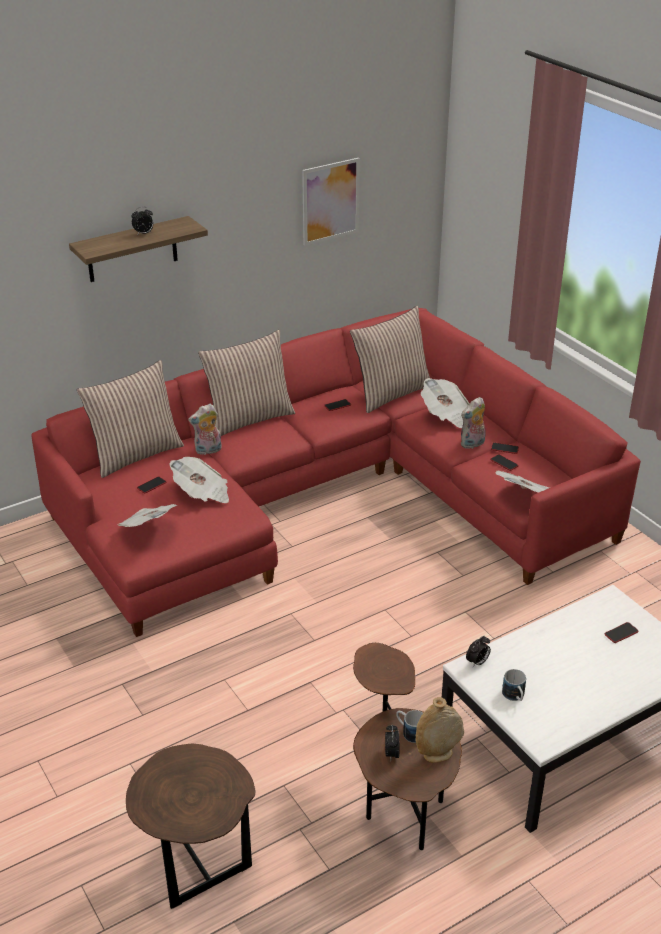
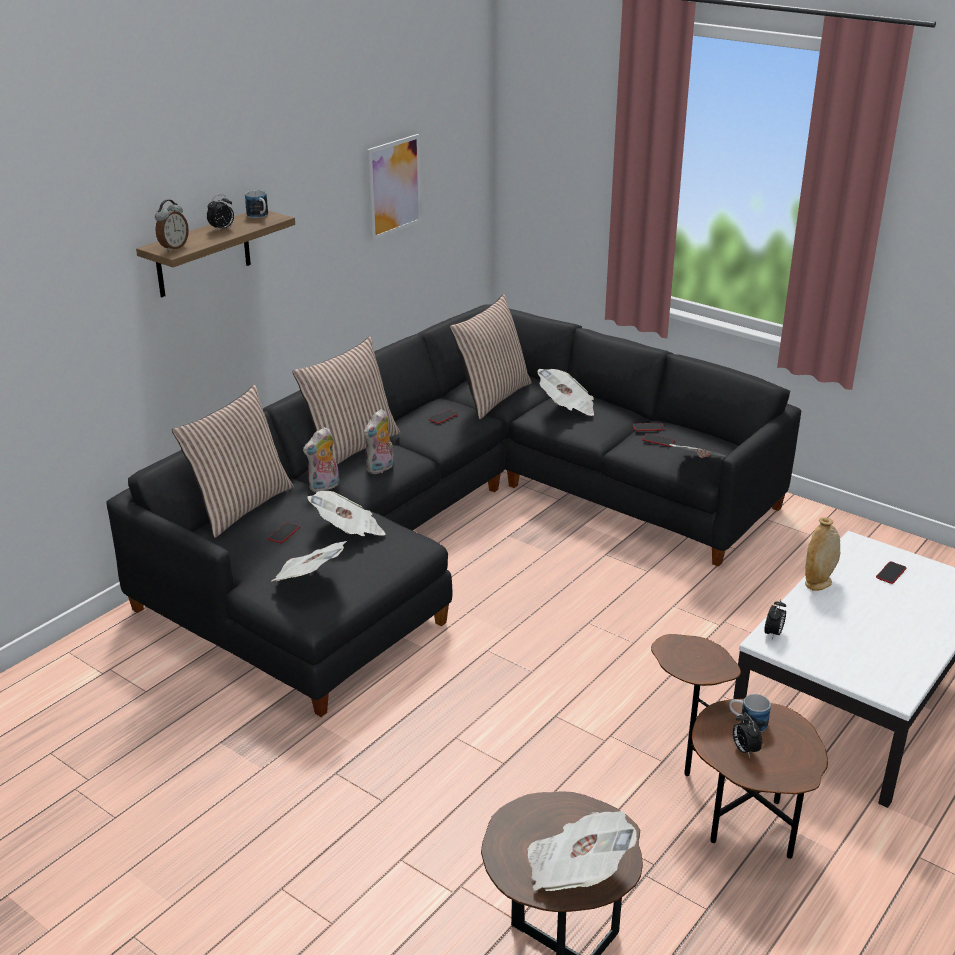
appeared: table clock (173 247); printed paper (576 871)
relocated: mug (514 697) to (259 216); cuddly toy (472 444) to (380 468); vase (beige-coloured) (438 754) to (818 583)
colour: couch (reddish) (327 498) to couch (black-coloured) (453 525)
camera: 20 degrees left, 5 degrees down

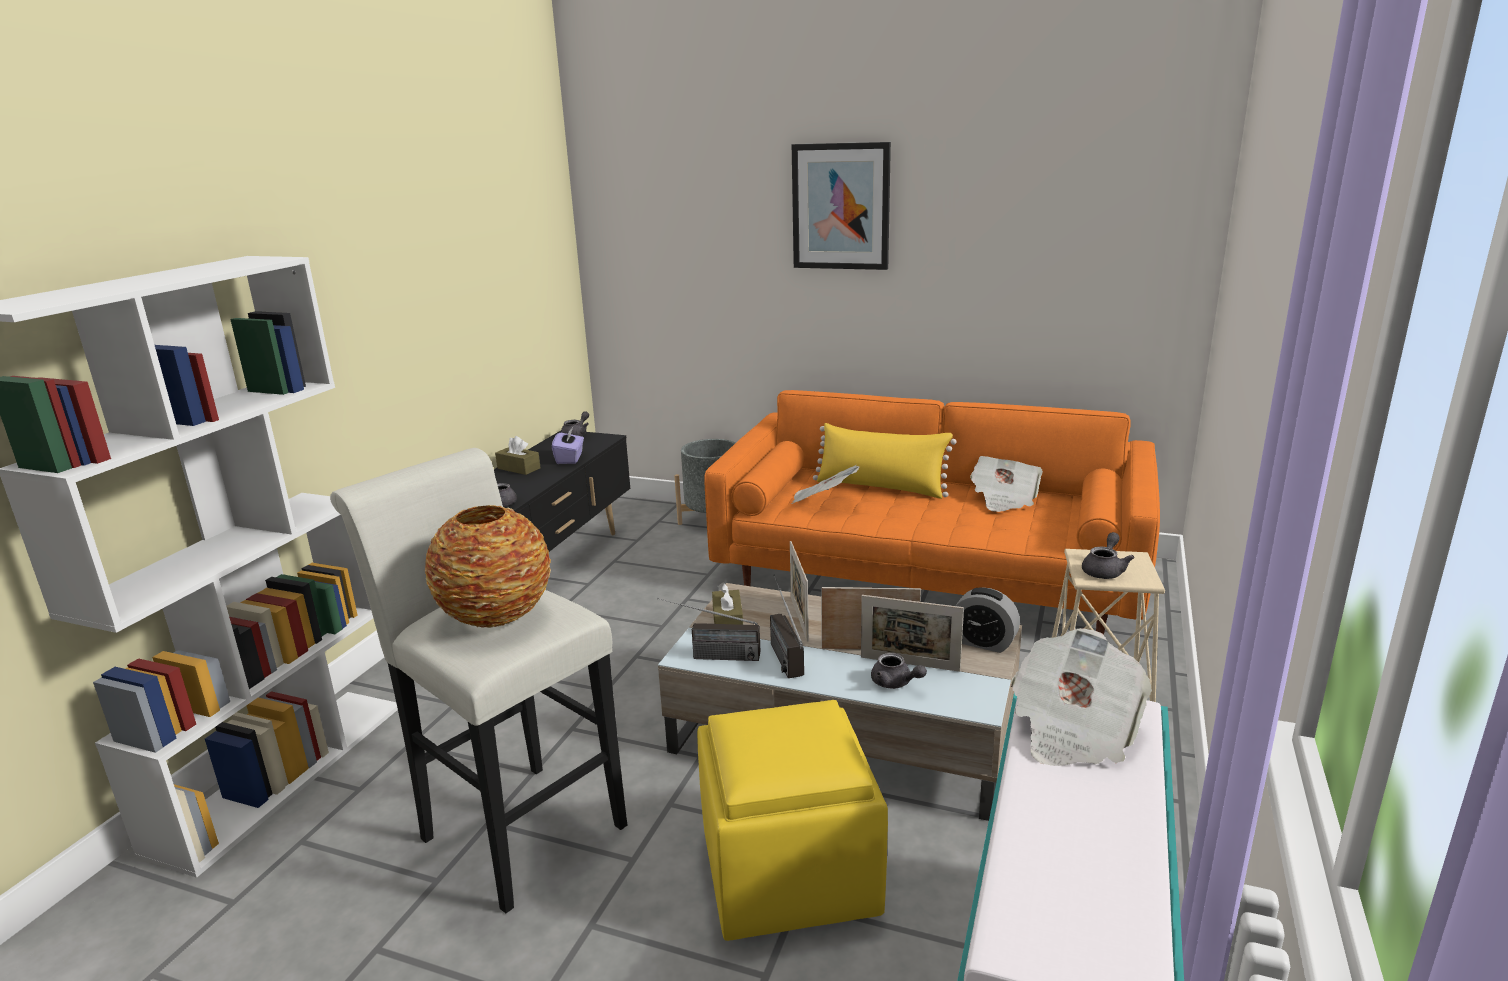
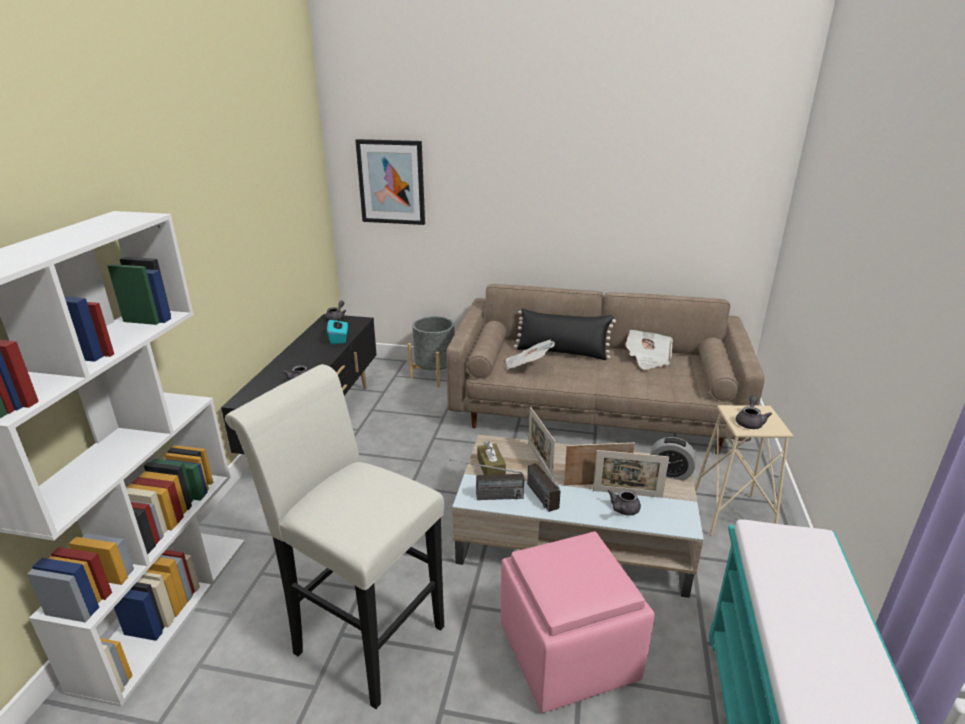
missing: vase (496 616); tissue holder (brown-coloured) (519 468); printed paper (1073 730)
relocated: wall picture (841 206) to (391 182)
colour: tissue holder (purplish) (570 458) to tissue holder (turquoise-coloured) (339 339); couch (orange-coloured) (928 574) to couch (beige-coloured) (594 409); footrest (yellow-coloured) (791 874) to footrest (pinkish) (569 653); pillow (yellow-coloured) (880 487) to pillow (black-coloured) (562 352)
spun: tea pot (greyish) (895 683) = (623 510) 90 degrees clockwise
camera: 10 degrees left, 5 degrees up

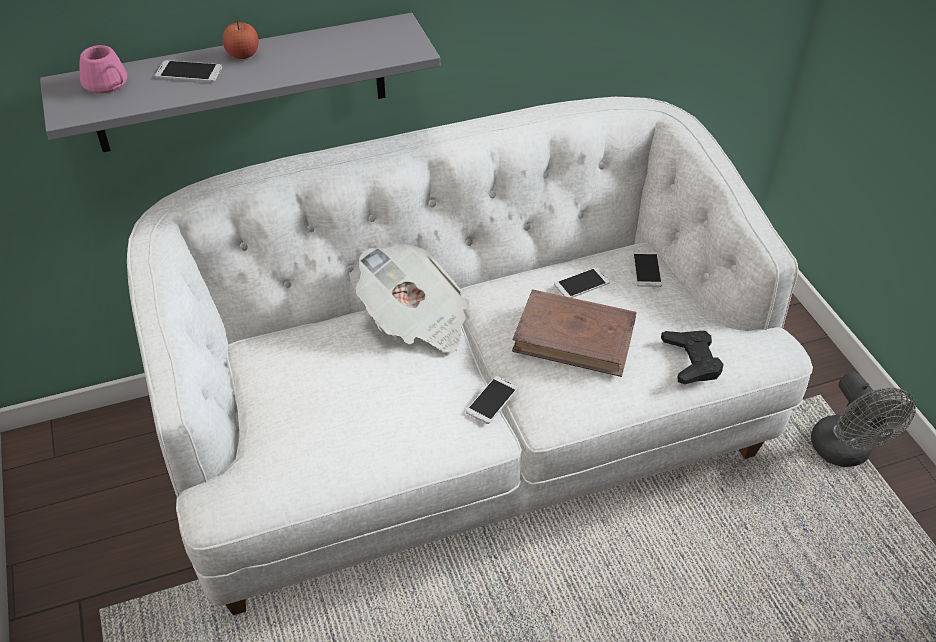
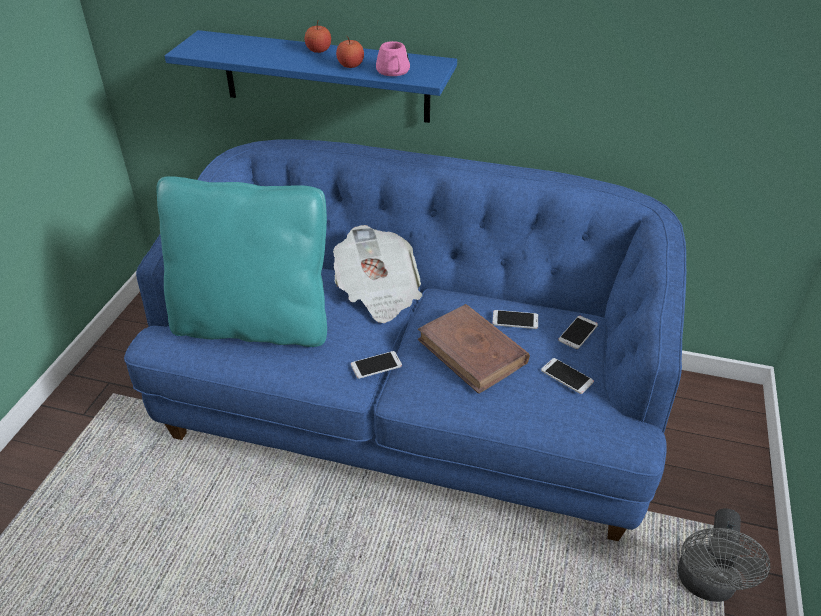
missing: gamepad (black-coloured) (691 360)
appeared: pillow (turquoise-coloured) (254 324); whole apple (350 65)
relocated: mug (pinkish) (109 85) to (394 72); handset (189 72) to (567 376)
colour: couch (white-coloured) (468 436) to couch (blue-coloured) (411 410); bracket shelf (greyish) (241 84) to bracket shelf (blue-coloured) (325 77)
camera: 35 degrees right, 5 degrees down

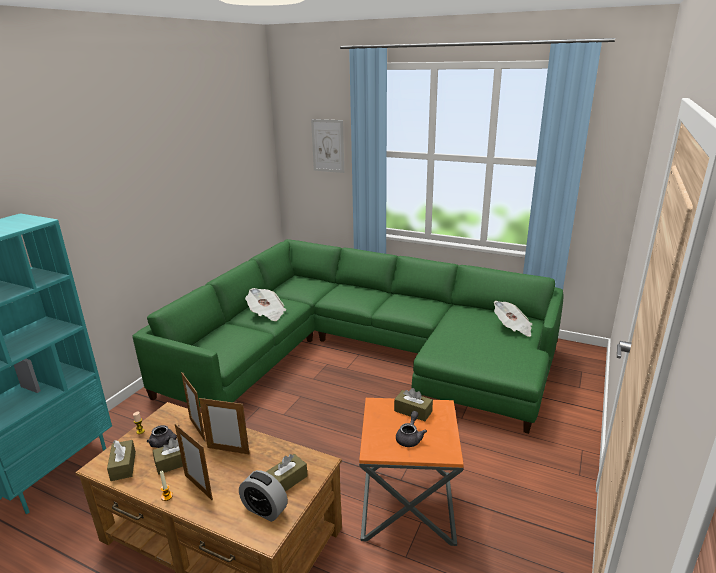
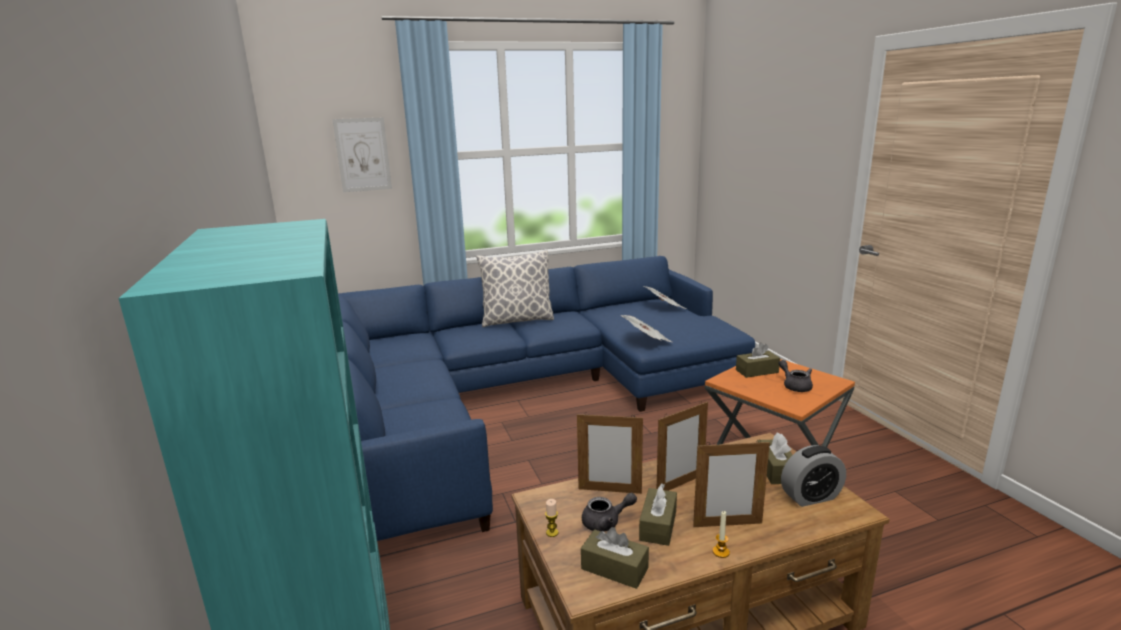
appeared: pillow (517 320)
relocated: printed paper (267 313) to (646 341)
colour: couch (green) (361 352) to couch (blue-coloured) (517 398)
camera: 45 degrees left, 5 degrees down

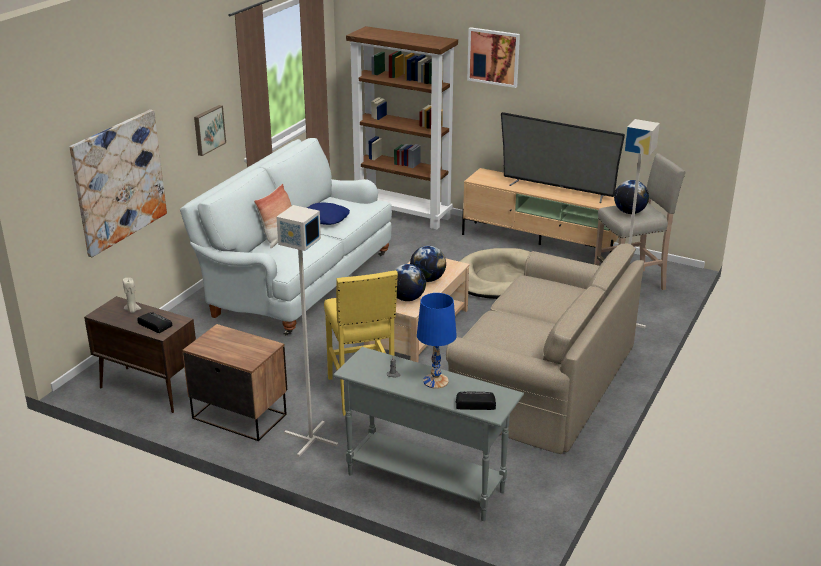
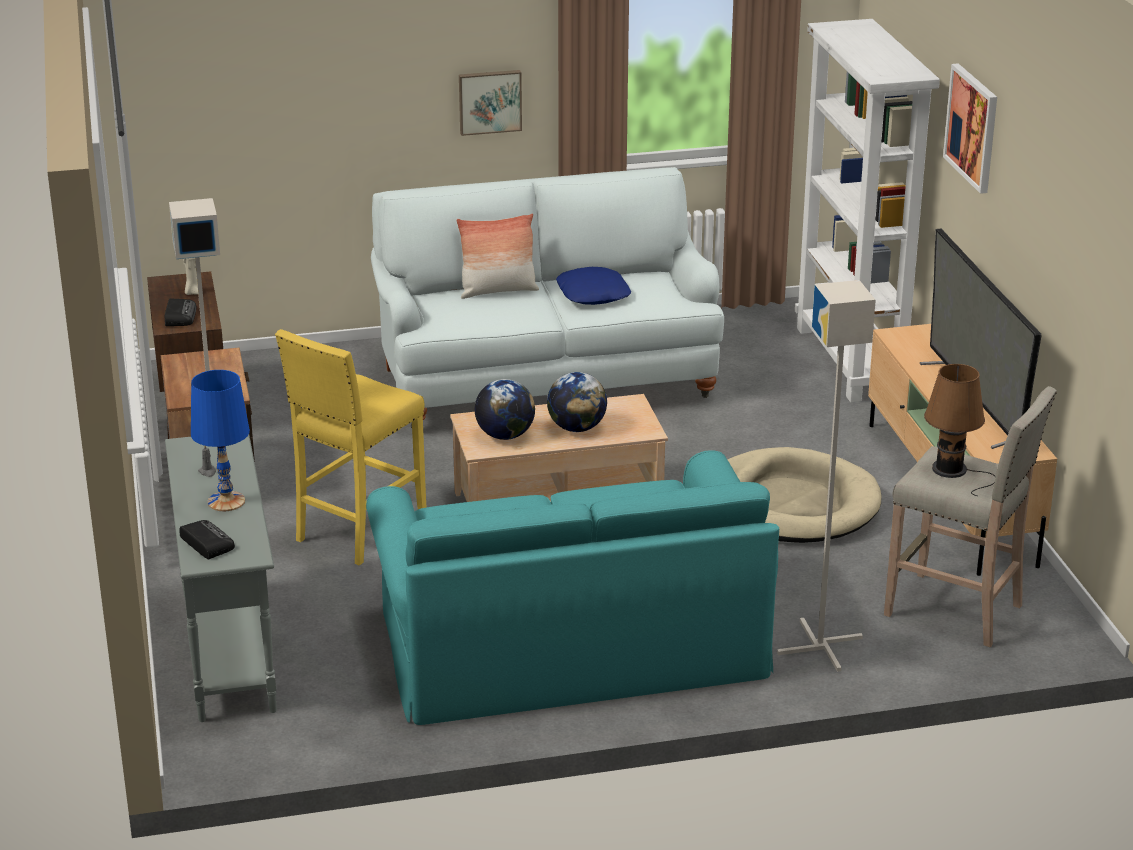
missing: wall picture (119 181)
exchanged: world globe (629 212) to tabletop lamp (brown-coloured) (953 471)
colour: couch (beige-coloured) (543 379) to couch (turquoise-coloured) (569 642); bookcase (brown-coloured) (403 214) to bookcase (white-coloured) (851 362)
camera: 50 degrees right, 0 degrees up

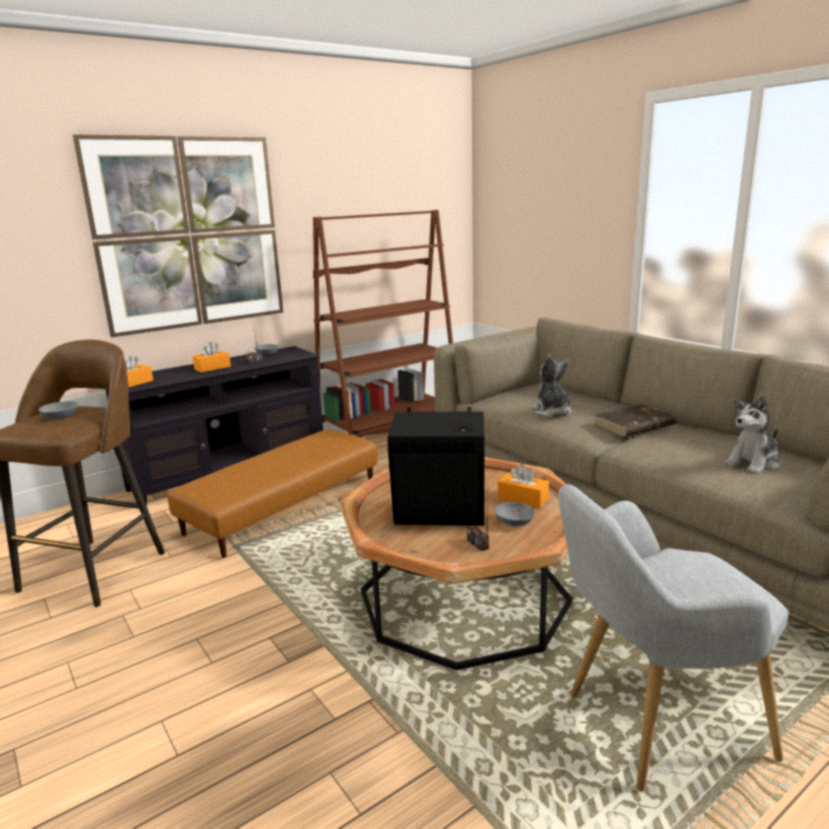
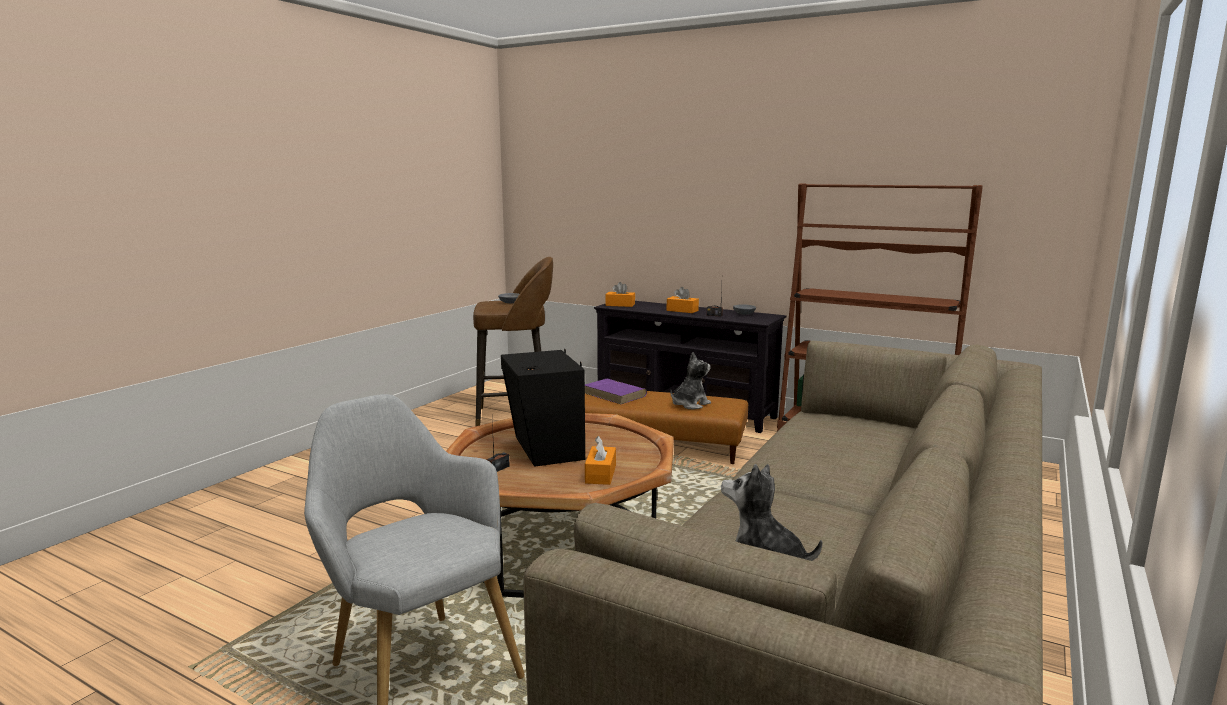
missing: wall picture (189 234); deep dish (greyish) (513 522); book (brown-coloured) (633 425)
appeared: book (purplish) (615 394)
relocated: cuddly toy (552 411) to (689 404)
camera: 65 degrees right, 5 degrees down

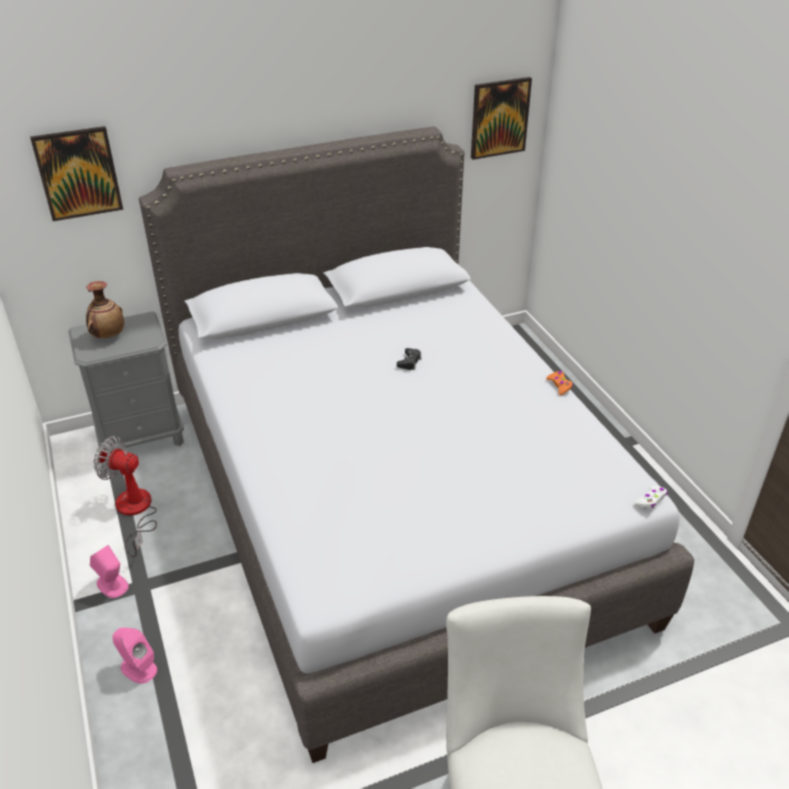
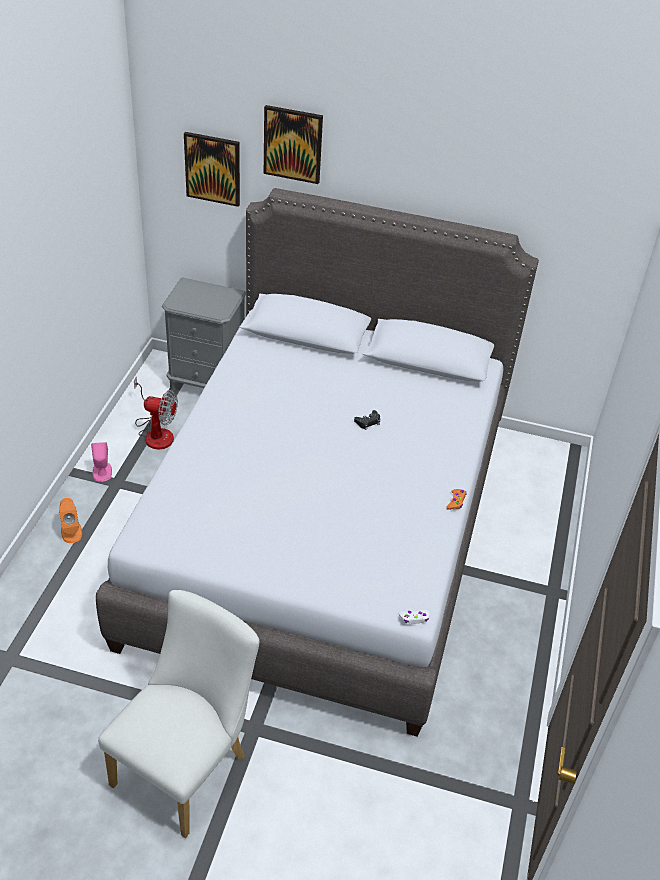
missing: vase (108 336)
relocated: wall picture (499 118) to (293 144)
colour: speaker (pinkish) (138 668) to speaker (orange-coloured) (71 531)
spun: fan (134 512) = (156 432) 135 degrees clockwise
camera: 35 degrees right, 5 degrees up

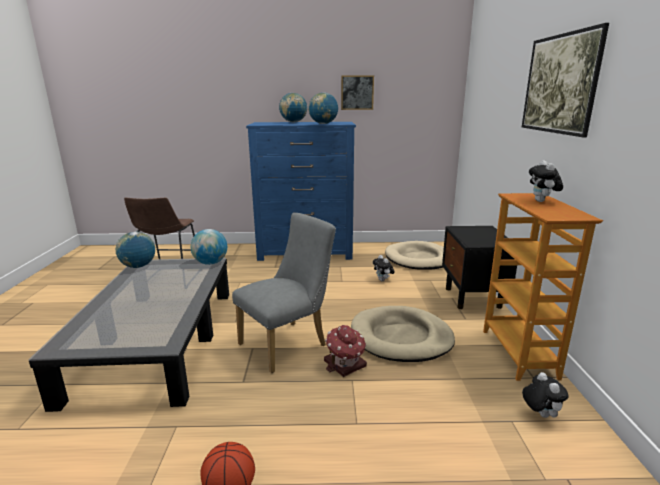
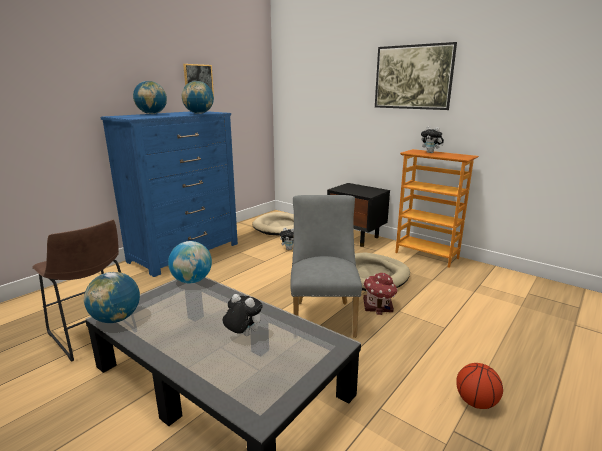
relocated: cuddly toy (539 414) to (243 335)
camera: 50 degrees left, 0 degrees up

